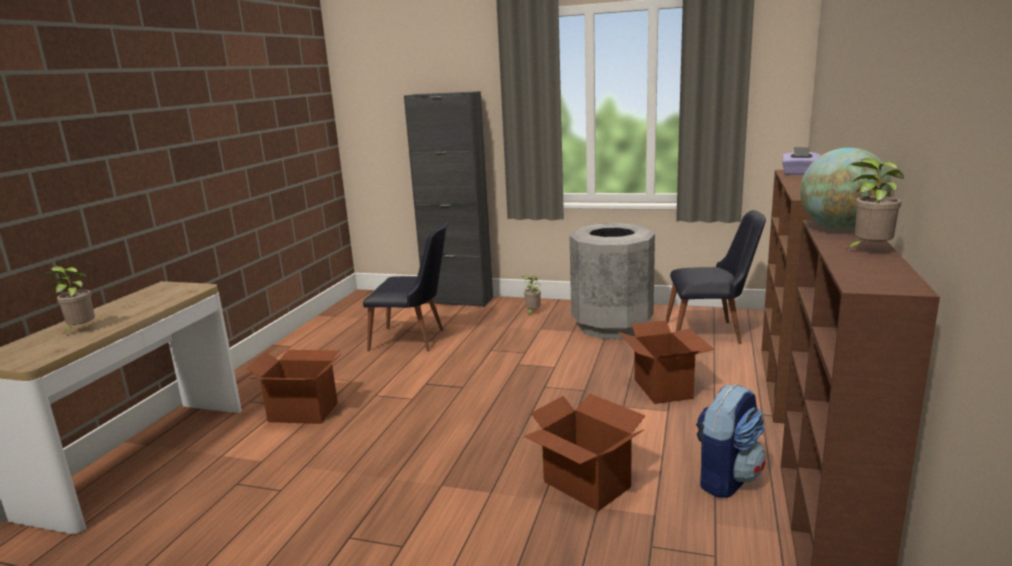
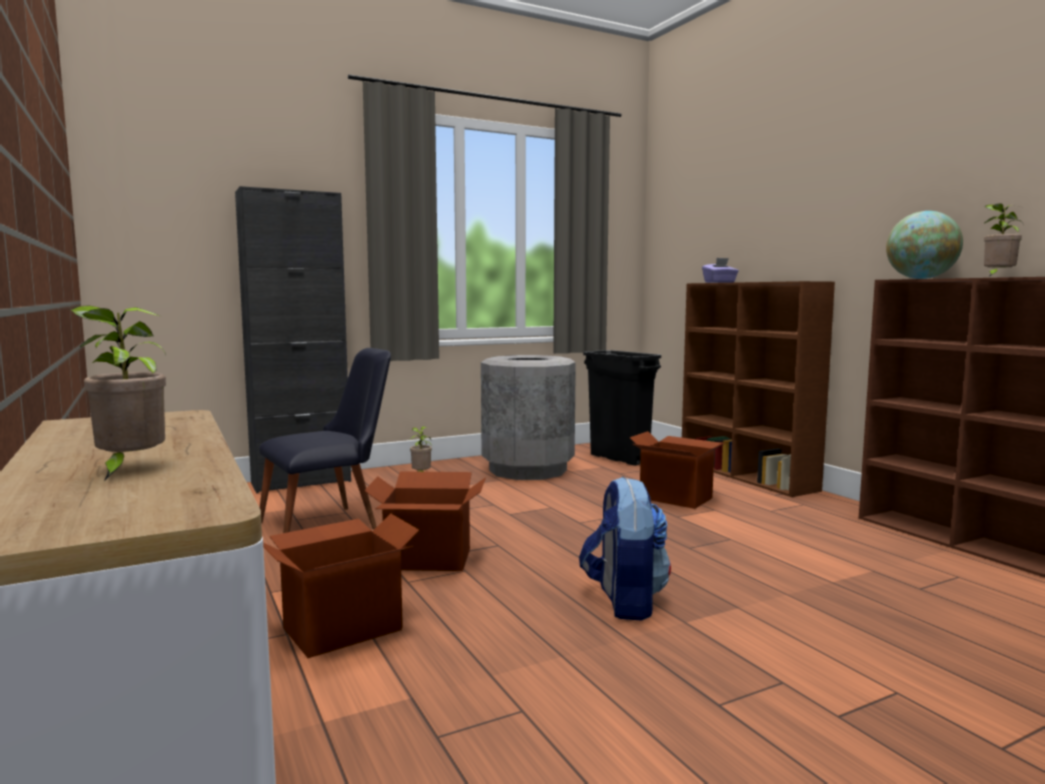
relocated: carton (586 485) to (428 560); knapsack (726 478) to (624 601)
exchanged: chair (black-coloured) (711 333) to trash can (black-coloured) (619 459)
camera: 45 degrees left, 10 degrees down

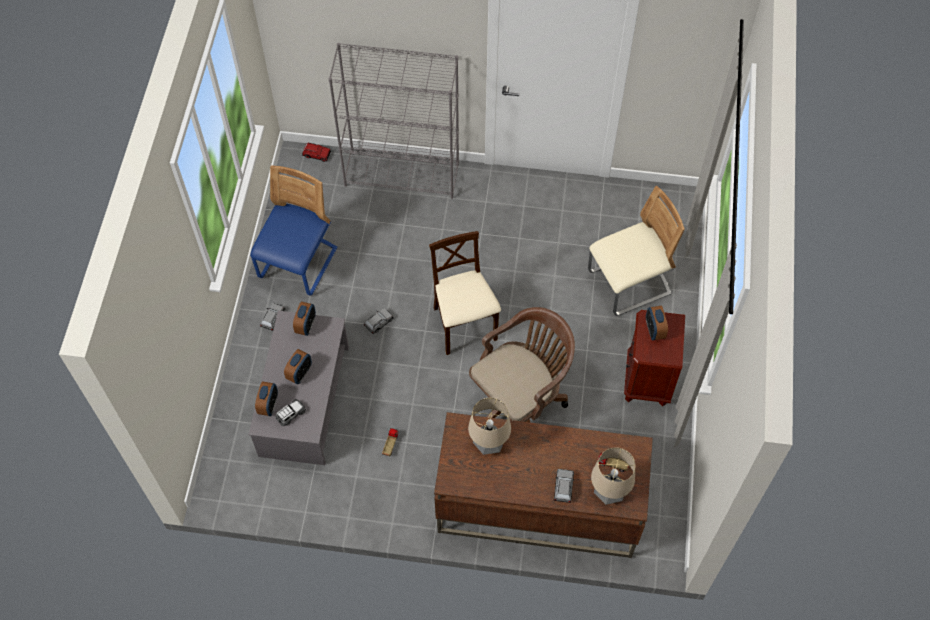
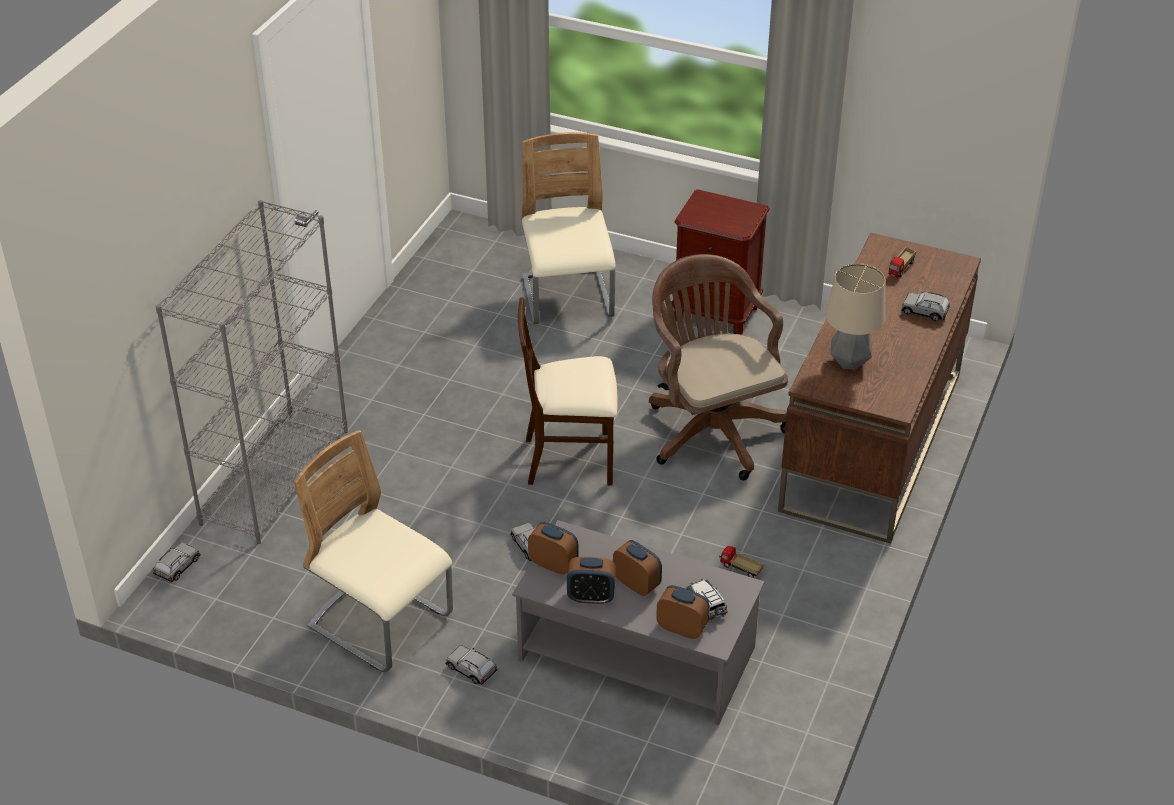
missing: tabletop lamp (608 493)
relocated: table clock (654 330) to (591 597)
colour: model car (reddish) (316 154) to model car (greyish) (177 567); chair (blue-coloured) (298 264) to chair (beige-coloured) (381 623)
camera: 75 degrees left, 20 degrees down

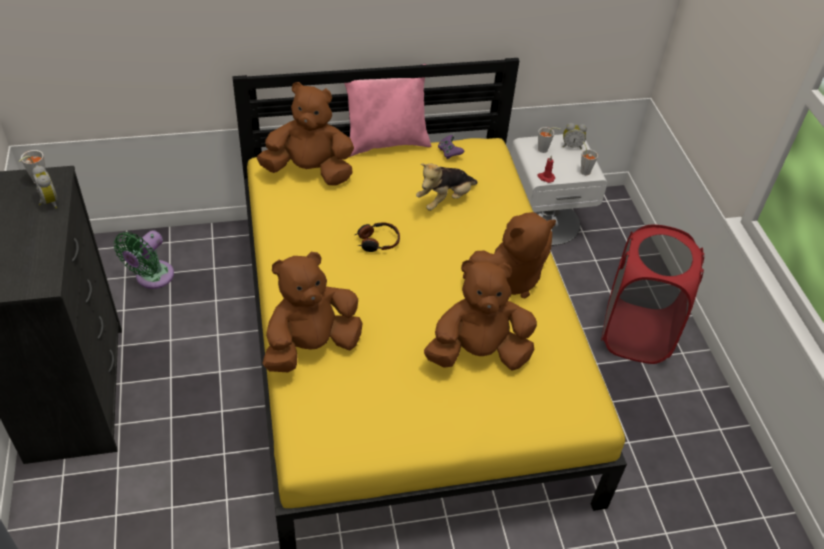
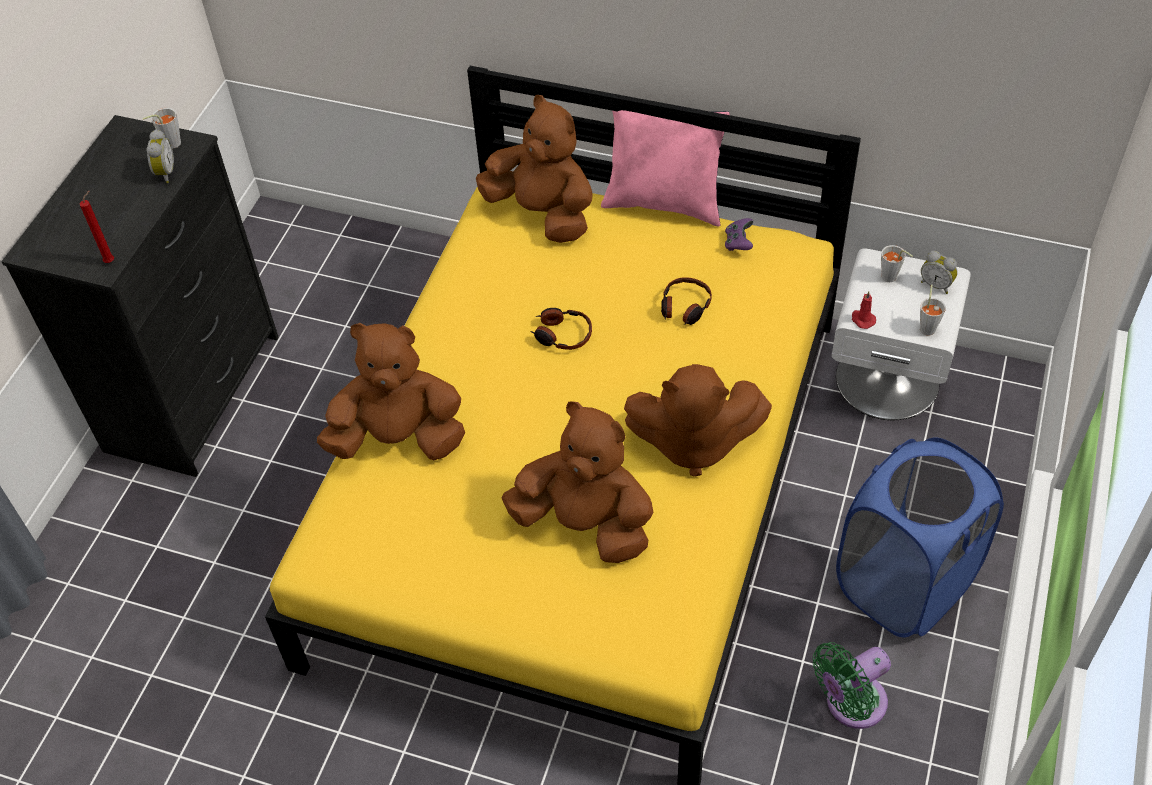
appeared: wax candle (reddish) (111 261)
relocated: fan (green) (151 278) to (850 704)
exchanged: cuddly toy (445 200) to headphones (684 307)
colour: washing basket (reddish) (635 333) to washing basket (blue-coloured) (904 584)
camera: 35 degrees right, 5 degrees up

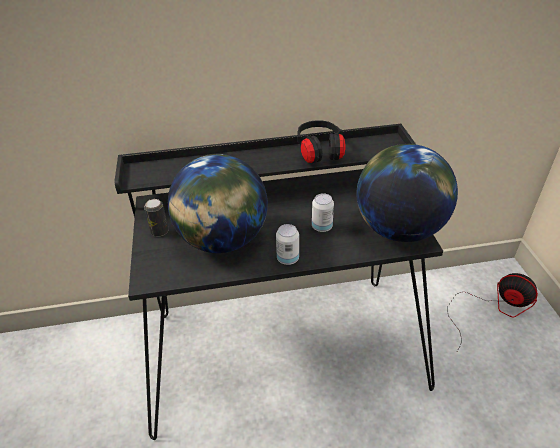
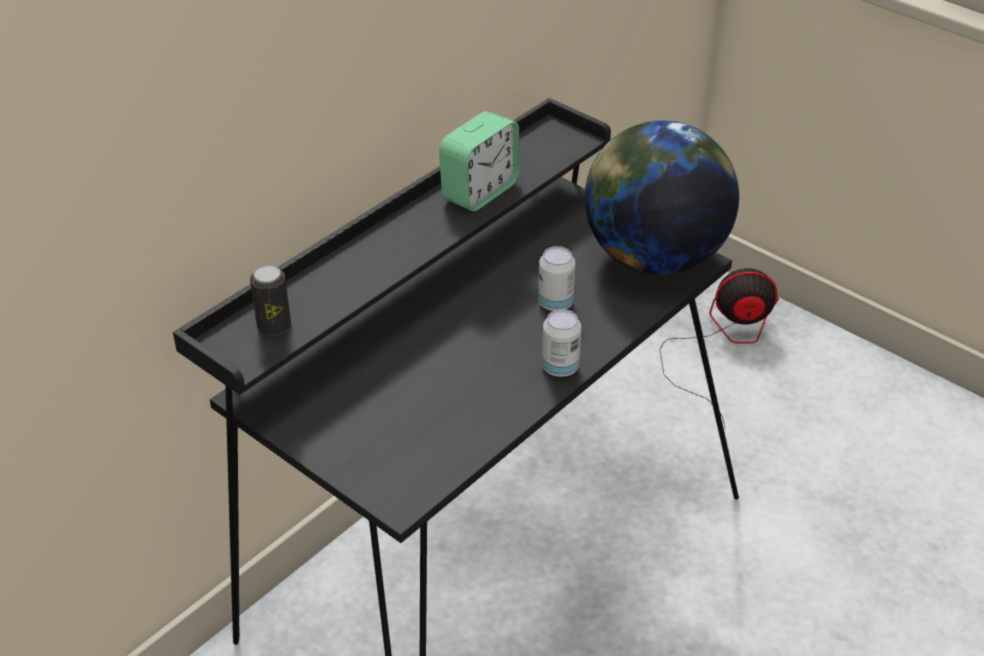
missing: world globe (223 240)
relocated: can (159 231) to (274 326)
exchanged: headphones (black-coloured) (319 153) to table clock (480 191)
camera: 40 degrees left, 0 degrees up

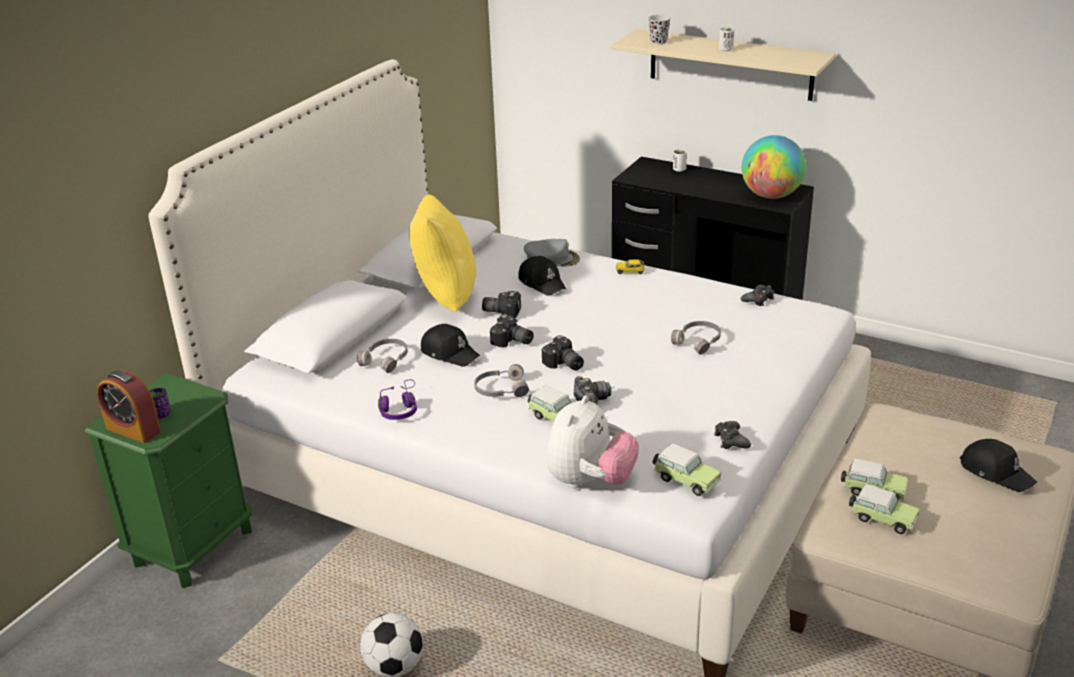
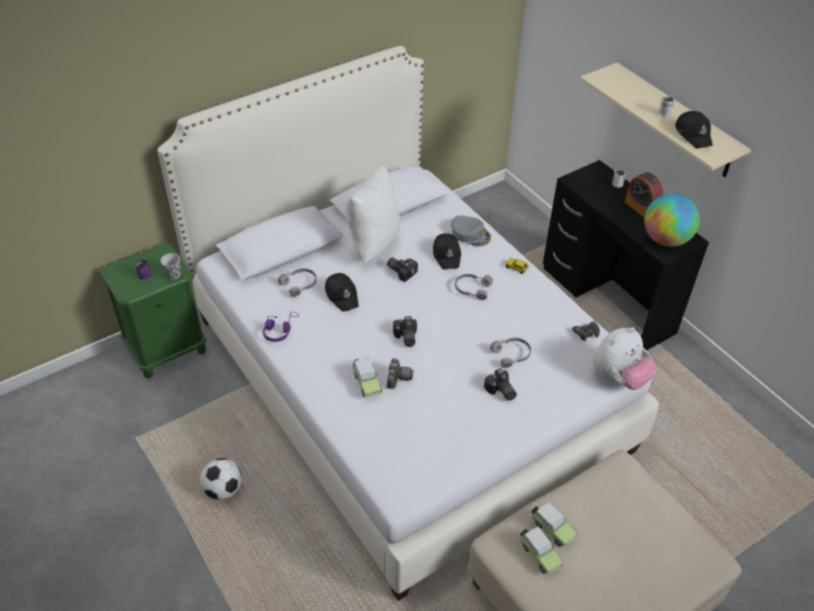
missing: model car (685 480); gamepad (black-coloured) (731 440)
relocated: drinking cup (black-coloured) (658 42) to (174 275); headphones (greyish) (500 389) to (472 289); still camera (512 342) to (500 391); cuddly toy (590 481) to (618 377); table clock (133 430) to (641 208); baseball cap (black-coloured) (996 472) to (694 134)
colour: pillow (yellow-coloured) (444 298) to pillow (white-coloured) (372 244)
camera: 25 degrees right, 15 degrees up

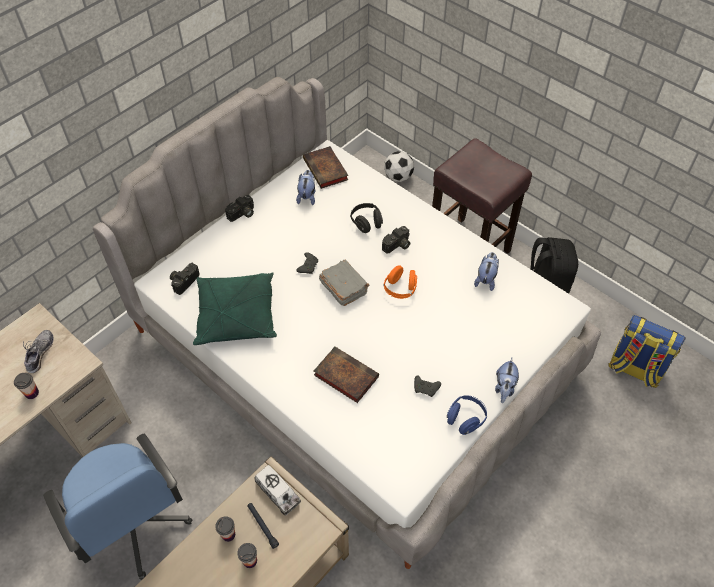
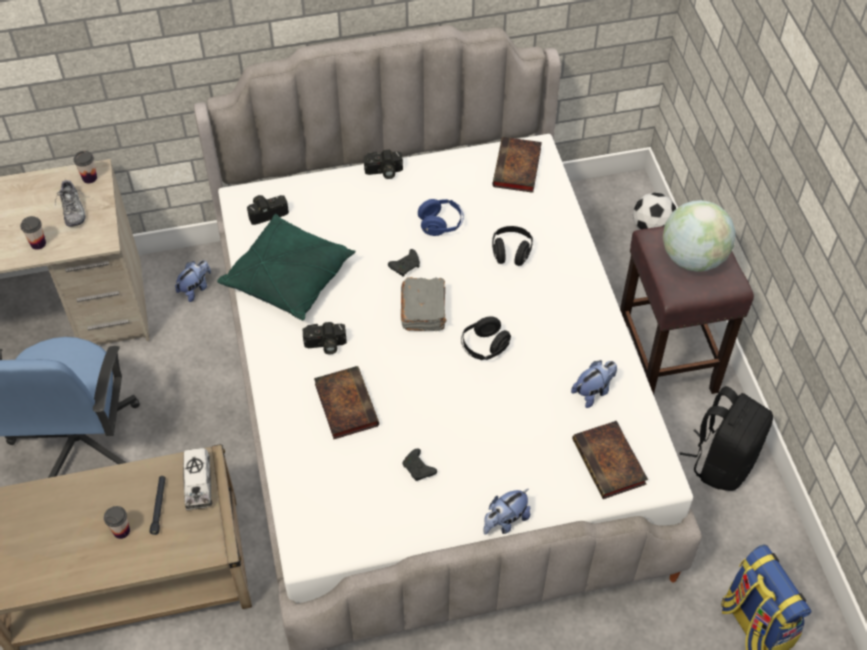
appeared: book (610 464); world globe (693 258)
relocated: drinking cup (228 534) to (89 178); cuddly toy (307 196) to (195 288); still camera (397 246) to (325 345); headphones (blue-coloured) (465 419) to (441 224)
colour: headphones (orange-coloured) (400 289) to headphones (black-coloured) (484 347)
spun: low shoe (40 353) = (73 209) 120 degrees clockwise
camera: 35 degrees right, 0 degrees up

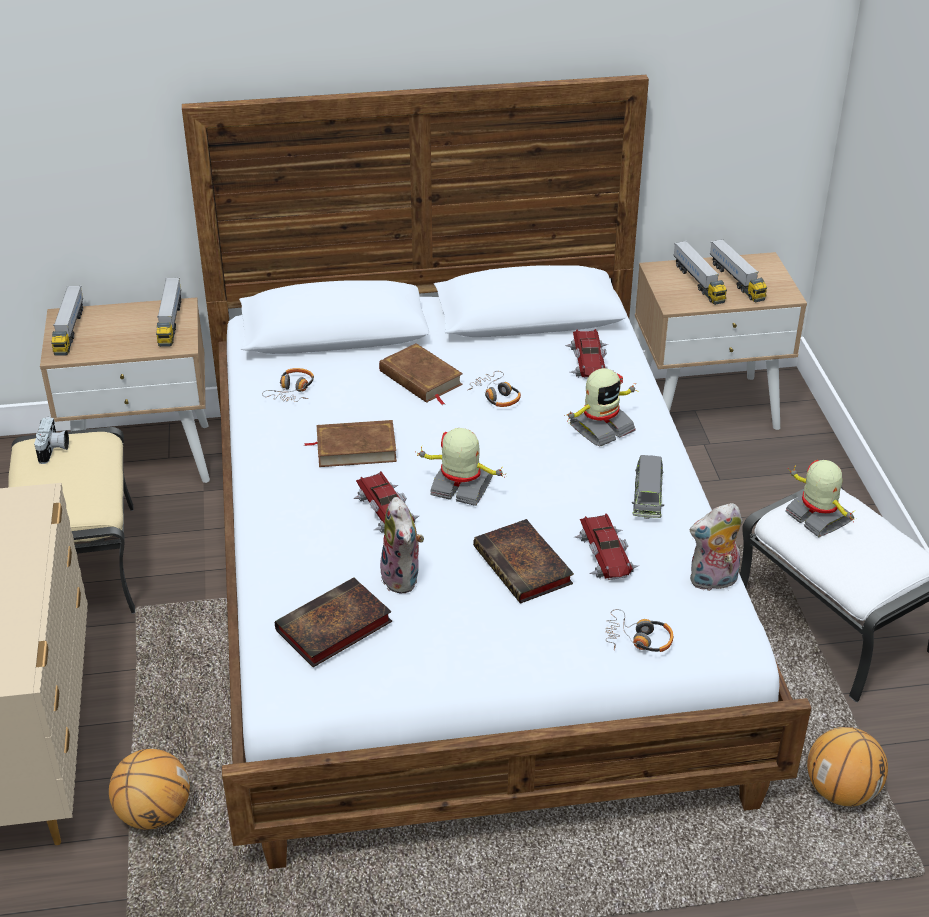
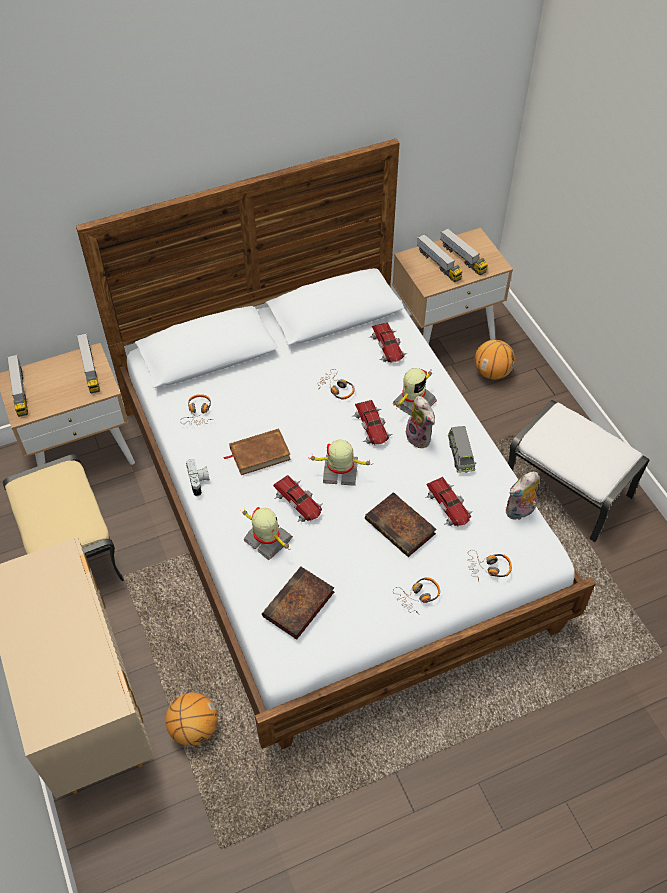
missing: book (brown-coloured) (420 378)
appeared: model car (372 426); headphones (418 596)
relocated: still camera (54 450) to (199 481); toy robot (817 518) to (267 541); cuddly toy (403 578) to (420 437); basketball (841 791) to (492 372)
camera: 15 degrees left, 15 degrees up

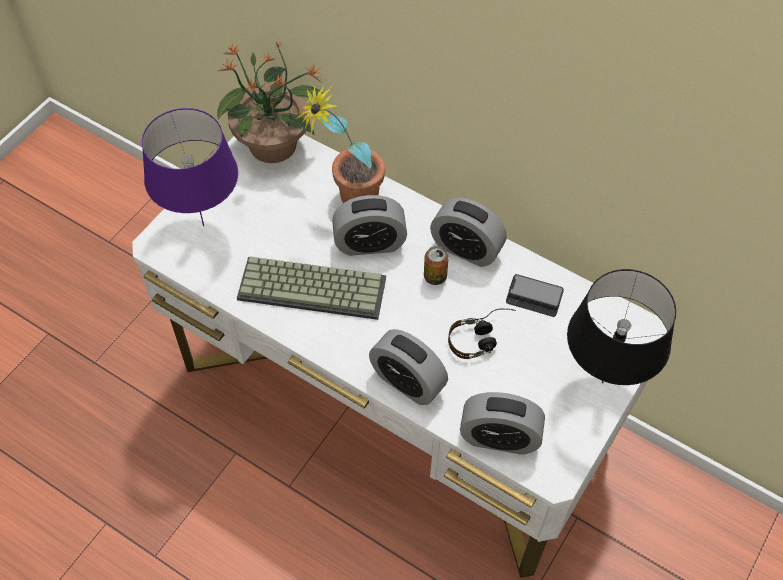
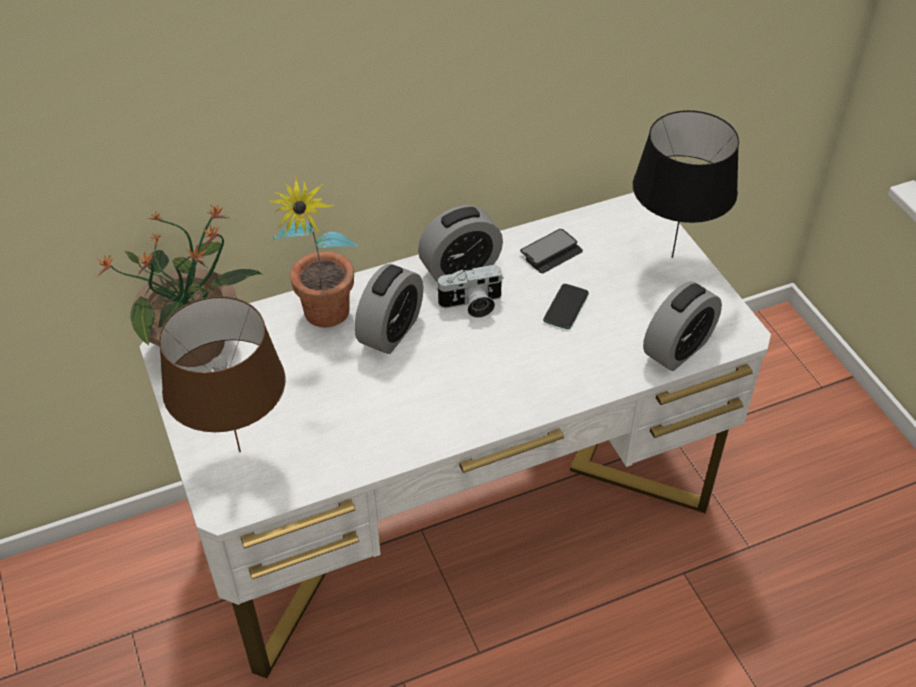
missing: keyboard (314 287); table clock (407 381)
exchanged: can (435 276) to still camera (471 305); headphones (482 338) to handset (566 307)
colour: tabletop lamp (purplish) (203 226) to tabletop lamp (brown-coloured) (241 452)
camera: 55 degrees left, 10 degrees down

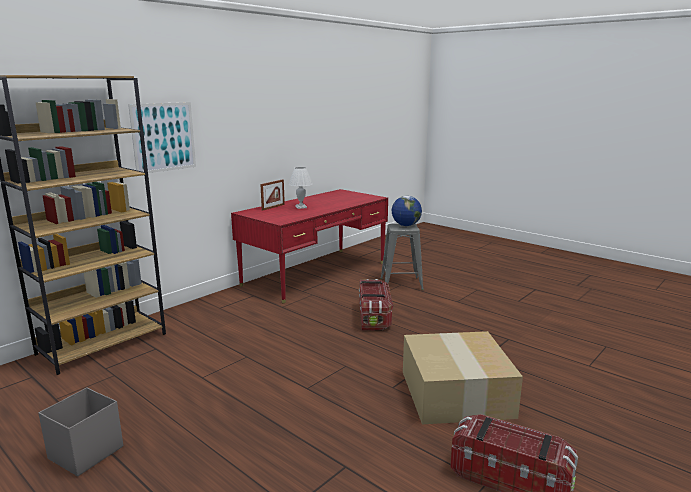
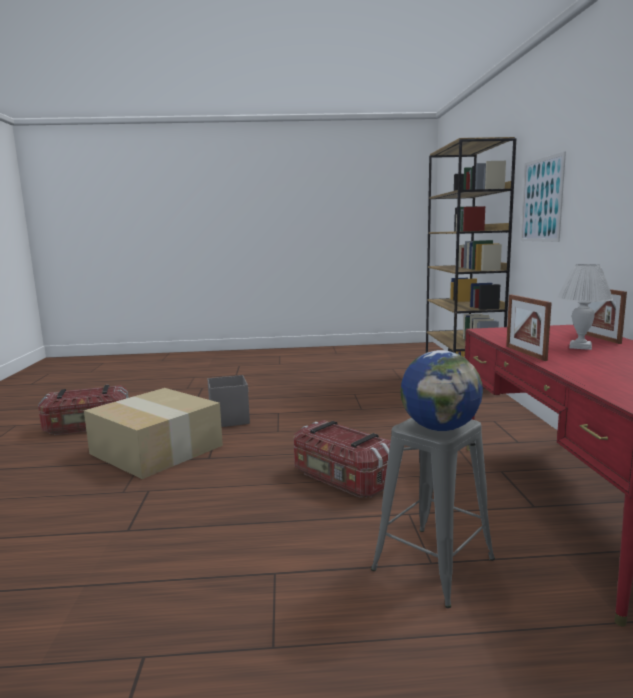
appeared: picture frame (525 353)
relocated: storage box (greyish) (85 453) to (229 419)
camera: 135 degrees right, 5 degrees down

